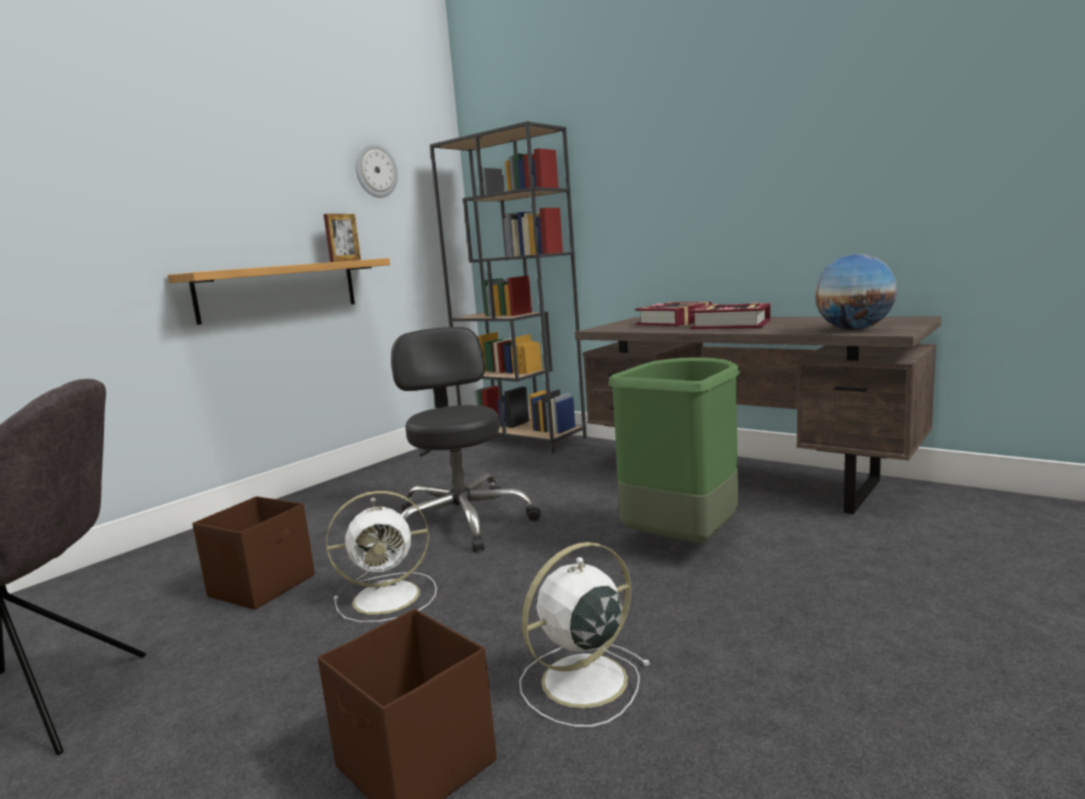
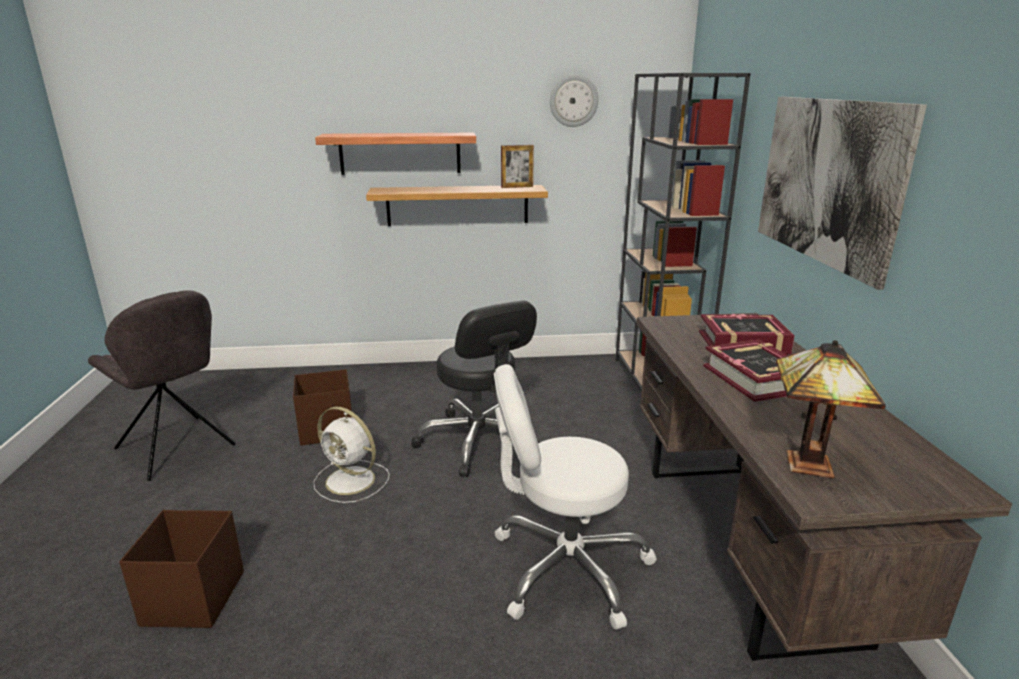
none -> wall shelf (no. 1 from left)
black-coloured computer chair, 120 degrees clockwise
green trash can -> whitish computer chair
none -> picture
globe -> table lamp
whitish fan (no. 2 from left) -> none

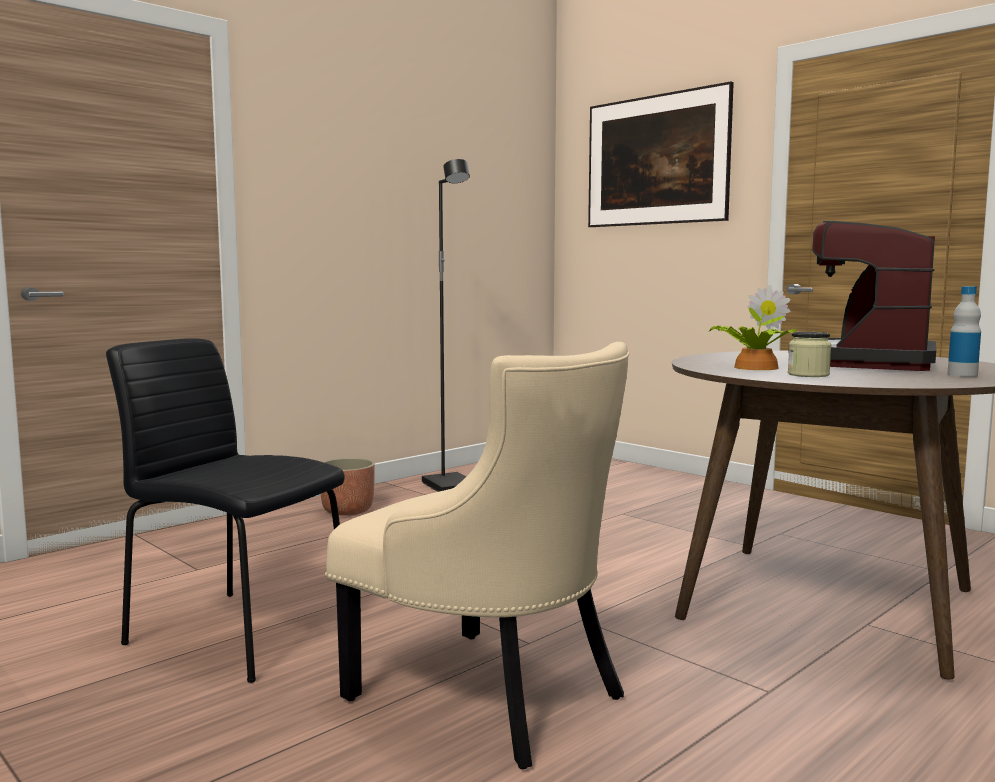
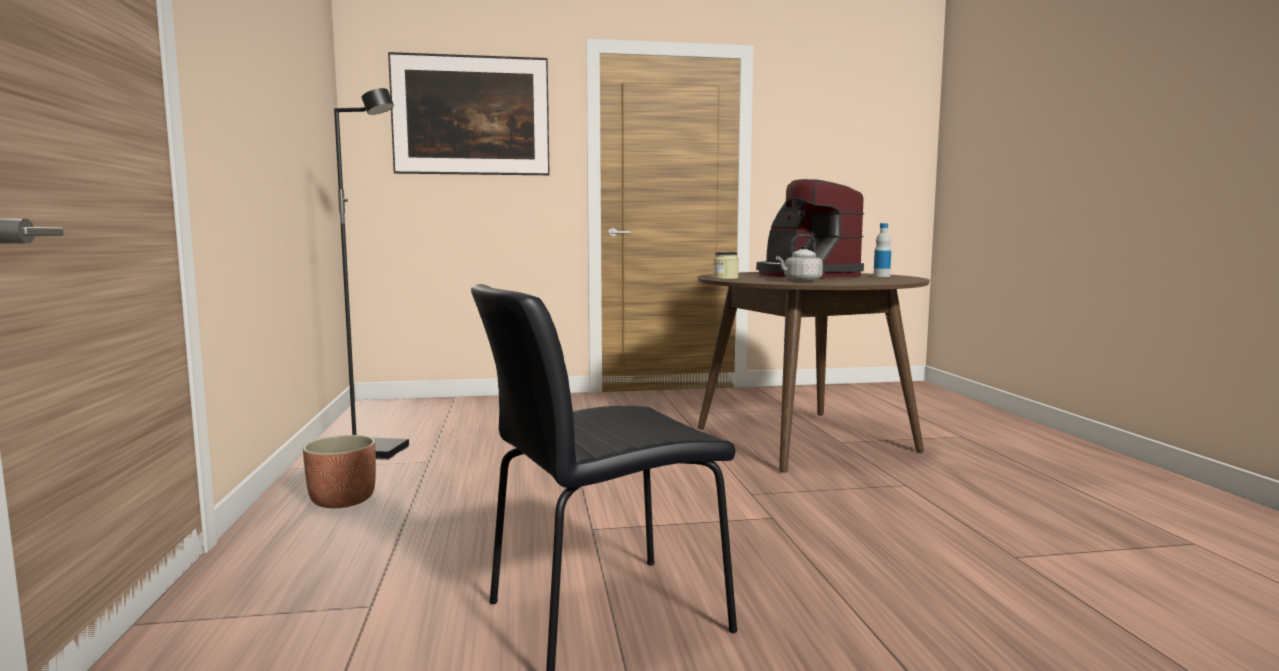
jar, relocated
potted plant -> gray tea kettle
beige chair -> none

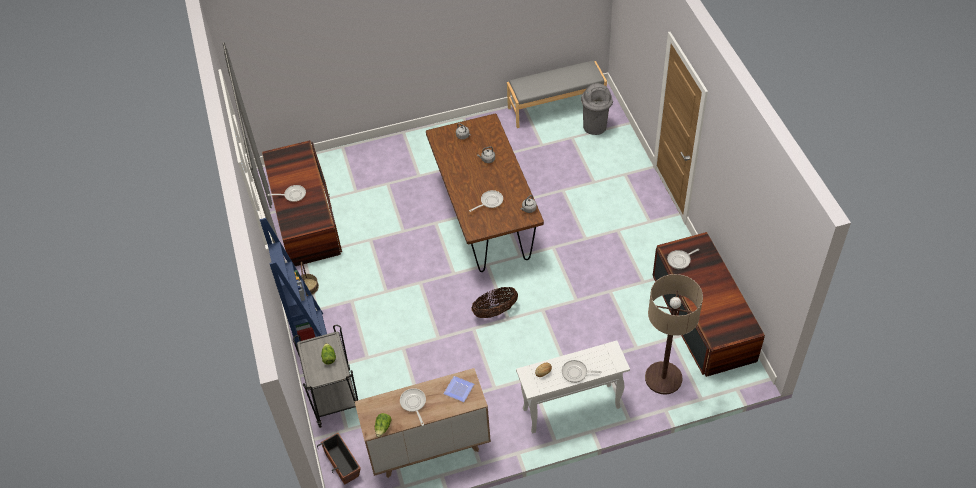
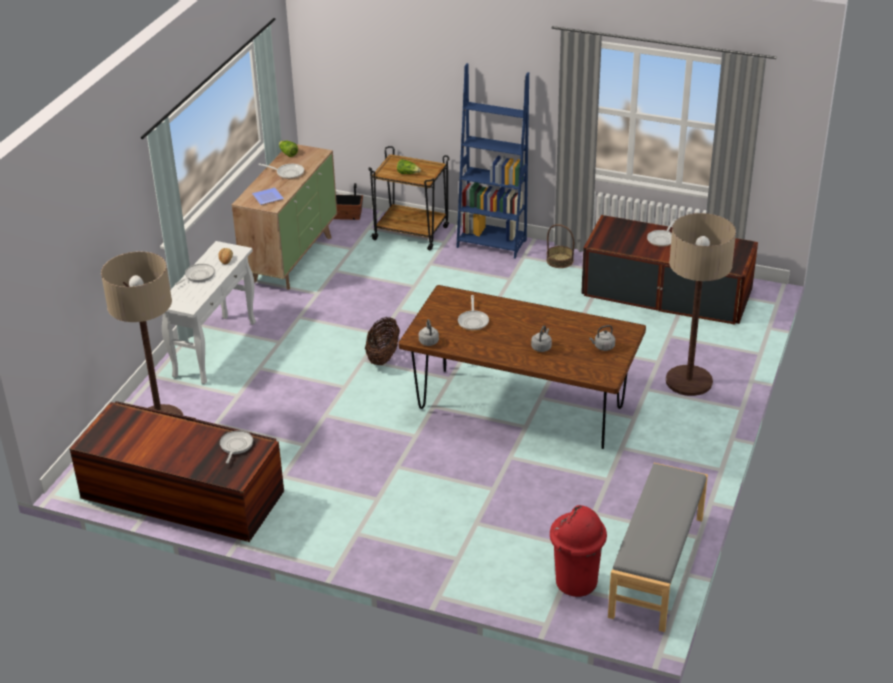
gray cart -> brownish cart
gray trash can -> reddish trash can
none -> standing lamp (no. 2 from left)

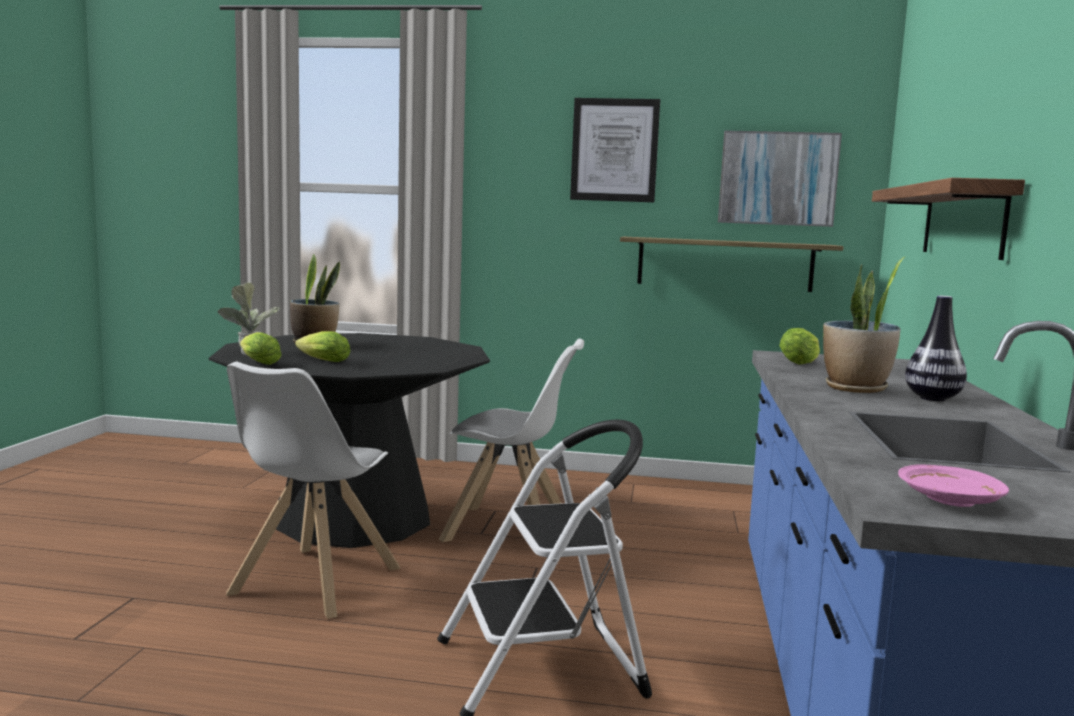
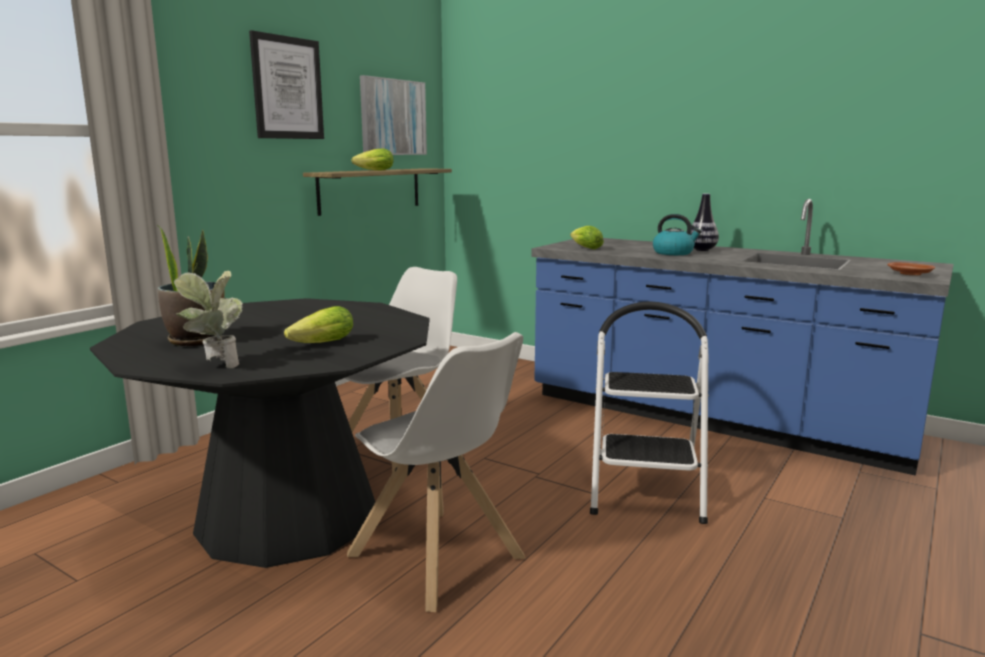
lettuce head (no. 1 from left in the first image) -> lettuce head (no. 2 from left), relocated
potted plant (no. 3 from left) -> tea kettle
pinkish plate -> brownish plate
wall shelf (no. 2 from left) -> none

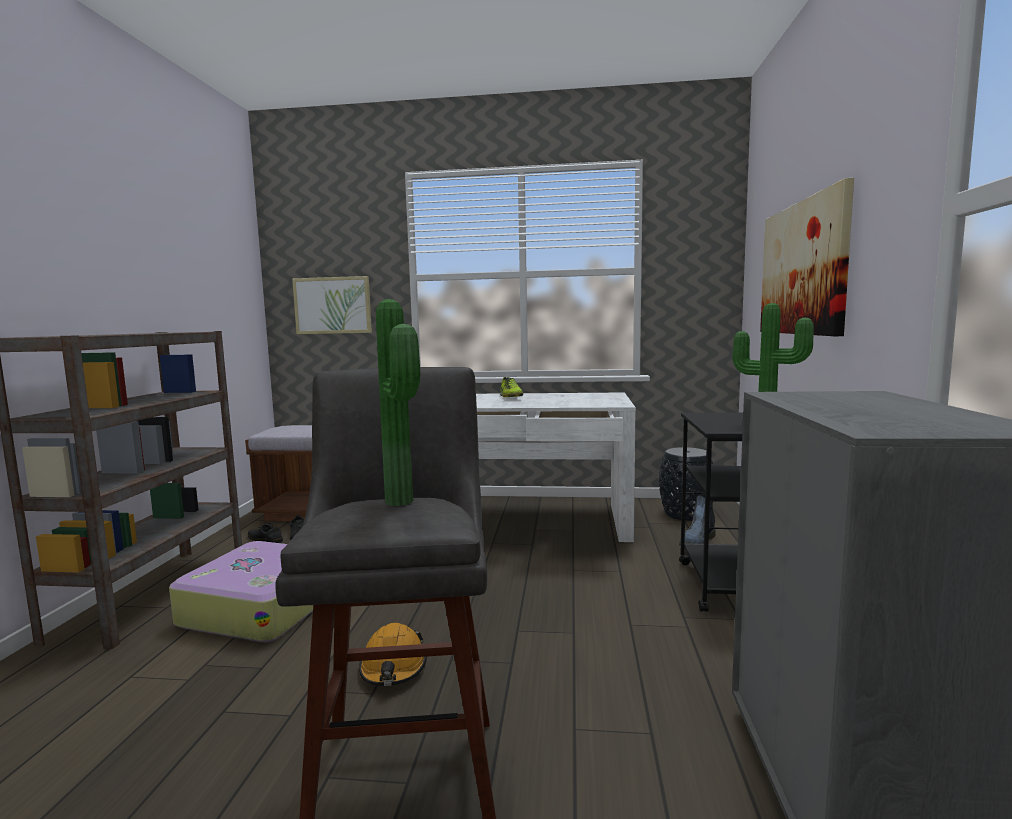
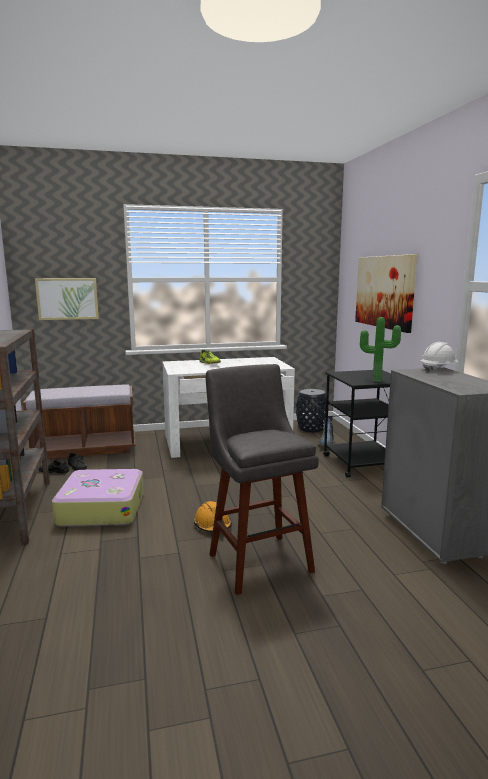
none -> whitish safety helmet
potted plant (no. 1 from left) -> none

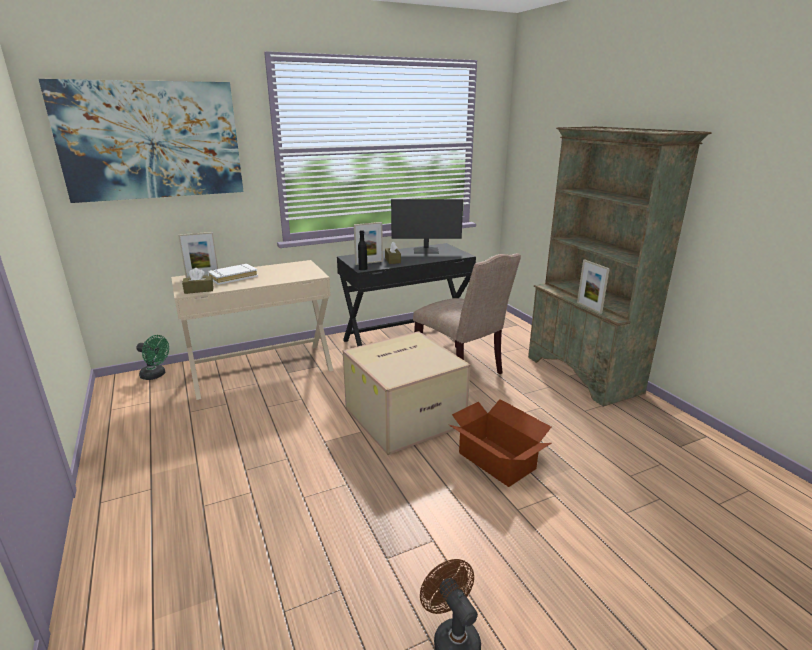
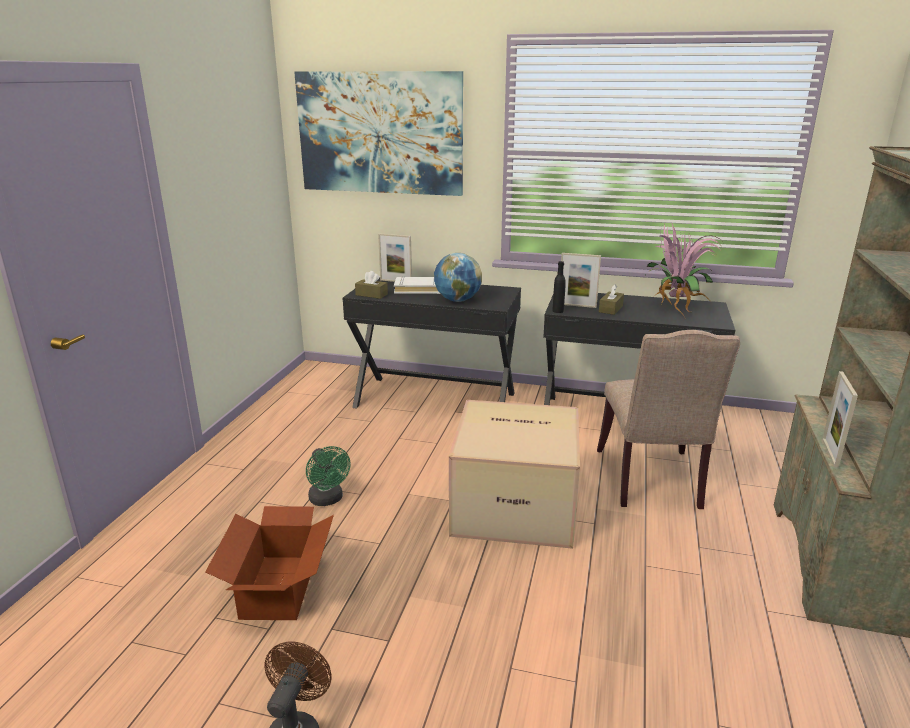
carton (no. 2 from left in the first image) -> carton (no. 1 from left), relocated
green fan, relocated
beige desk unit -> black-coloured desk unit (no. 1 from left)
none -> globe
monitor -> potted plant

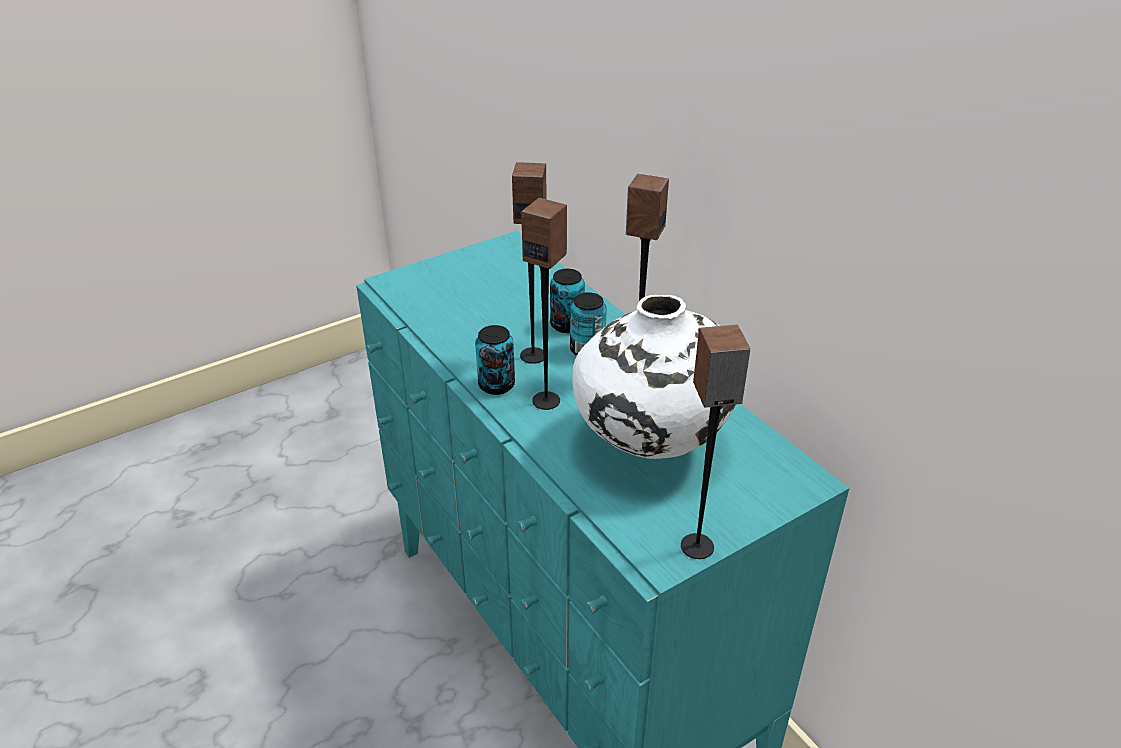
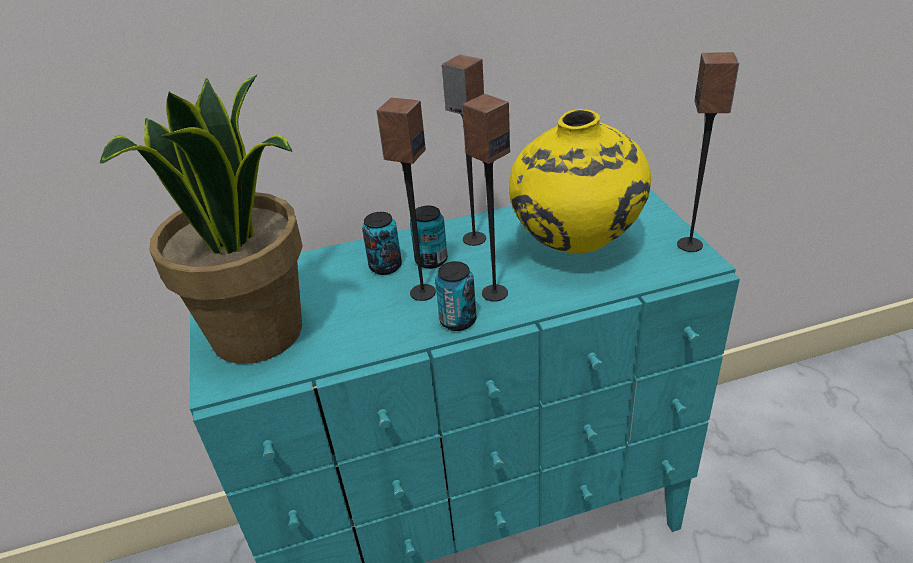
none -> potted plant
whitish flower vase -> yellow flower vase

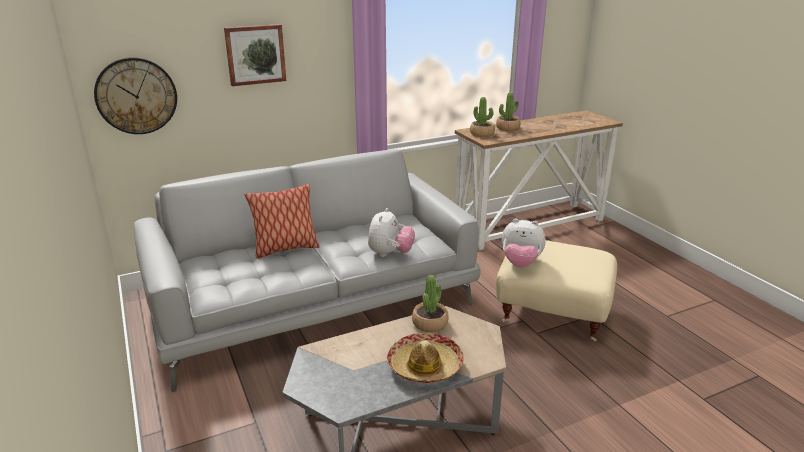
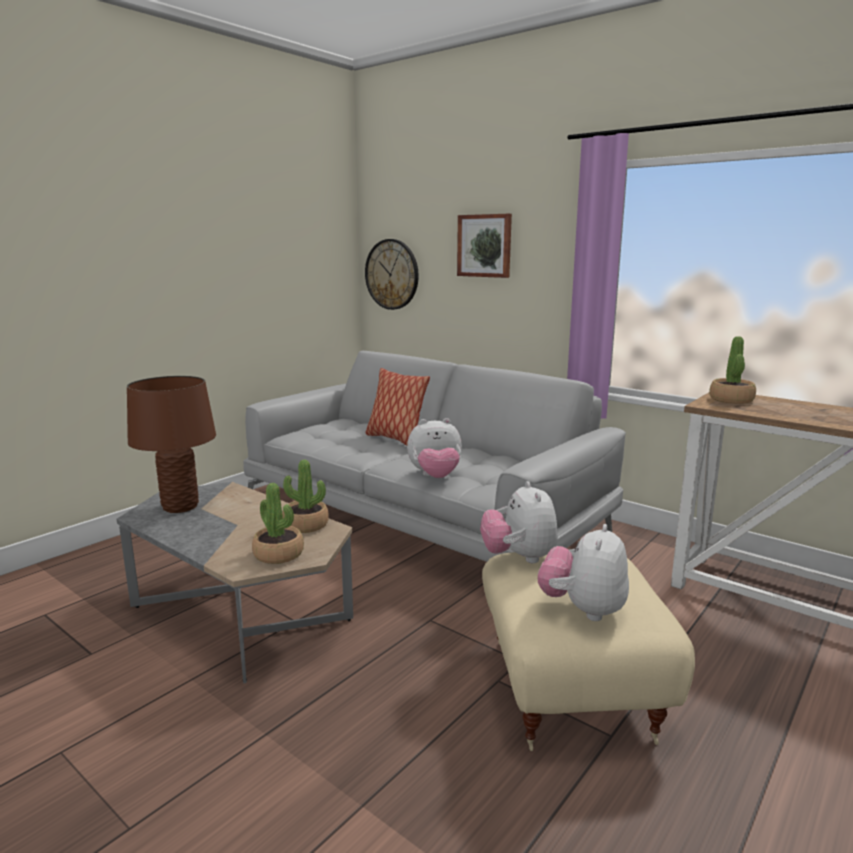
none -> brownish table lamp
potted plant (no. 3 from left in the first image) -> potted plant (no. 1 from left), relocated
none -> cuddly toy (no. 3 from left)
clothing hat -> none

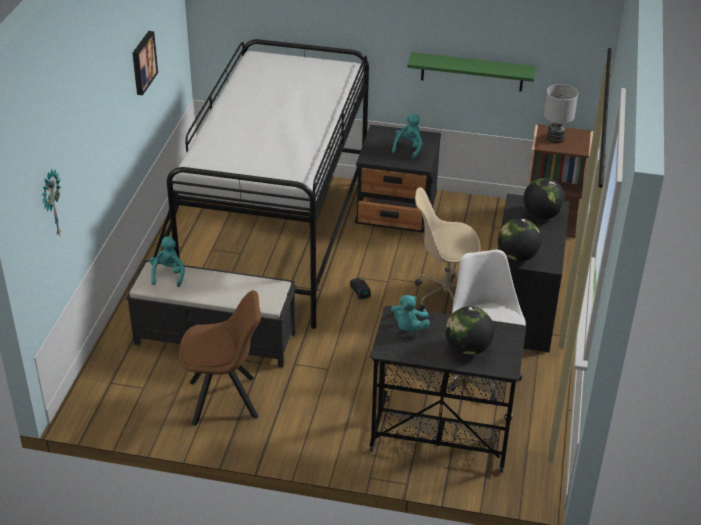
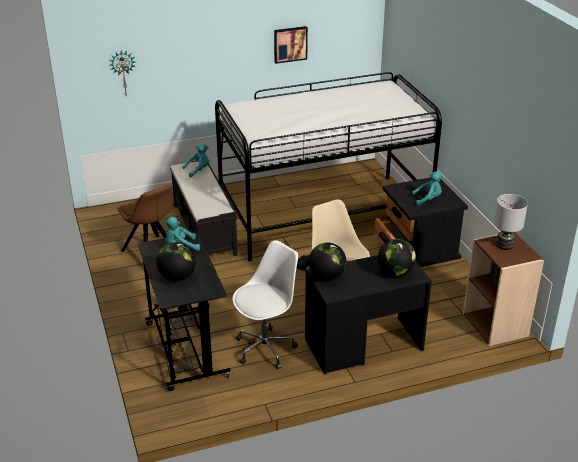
green wall shelf -> none

